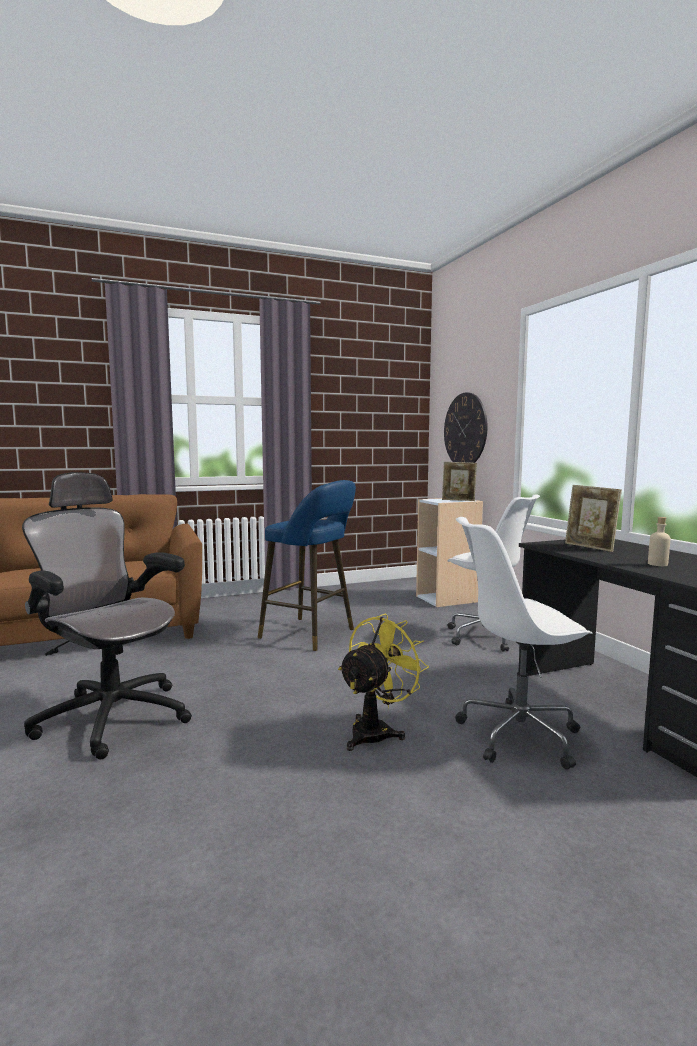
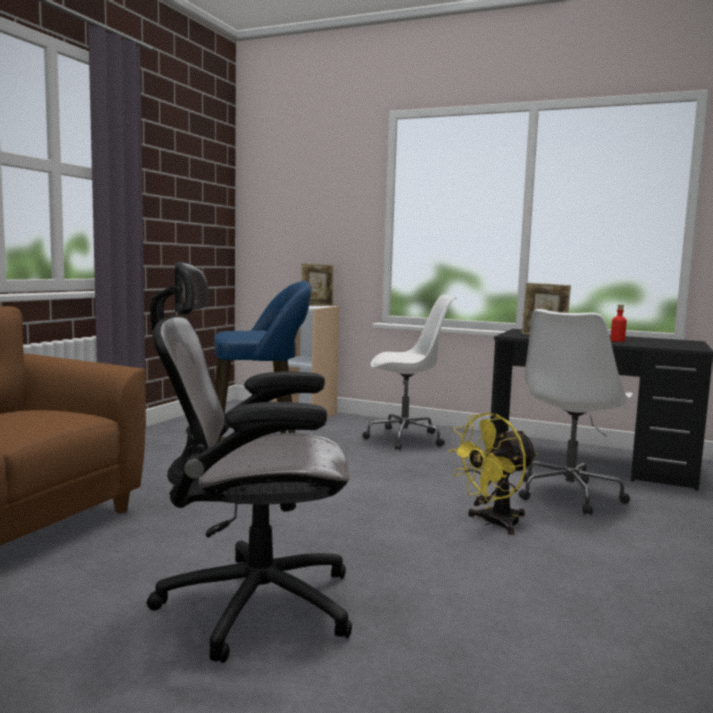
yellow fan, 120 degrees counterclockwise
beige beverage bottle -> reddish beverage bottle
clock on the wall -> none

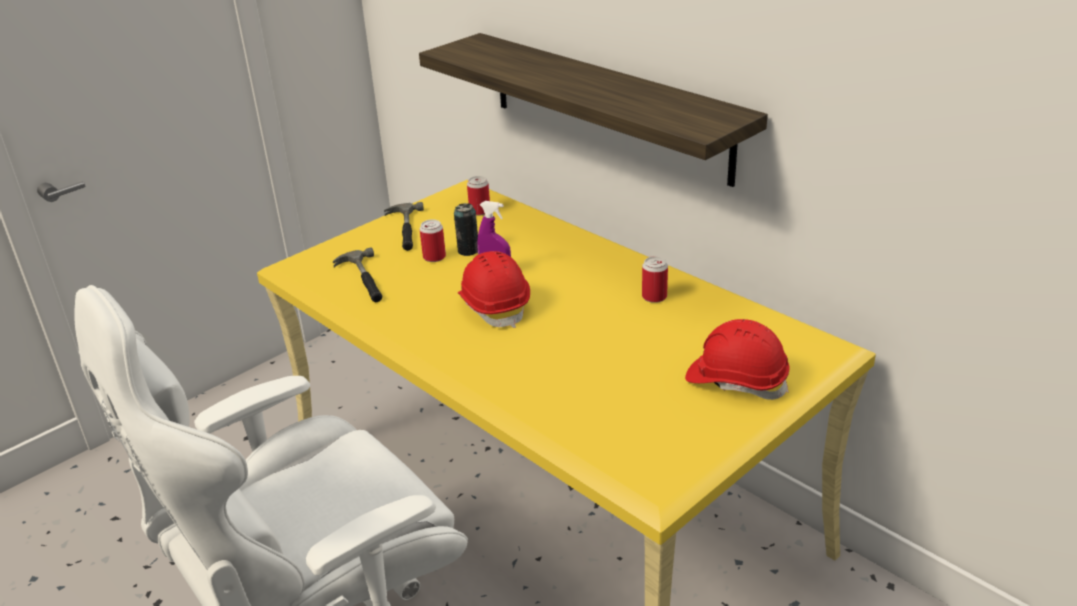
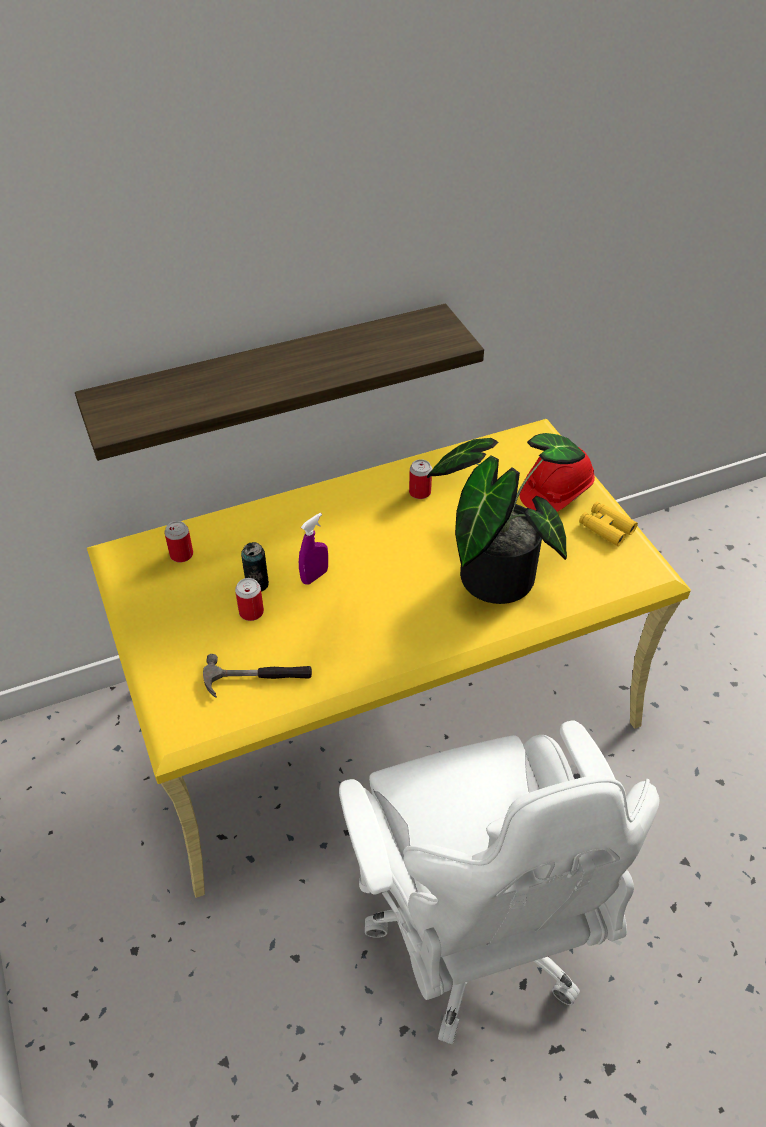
none -> potted plant
none -> yellow binoculars
tool hammer (no. 2 from left) -> none
reddish safety helmet (no. 1 from left) -> none

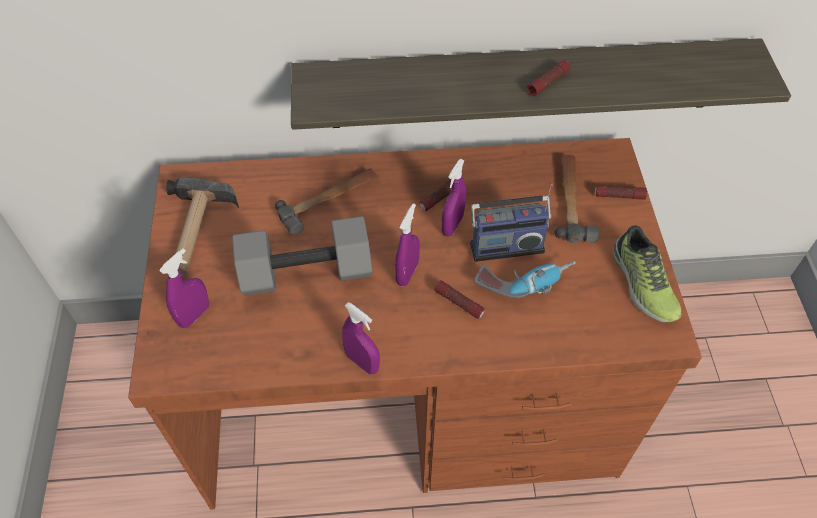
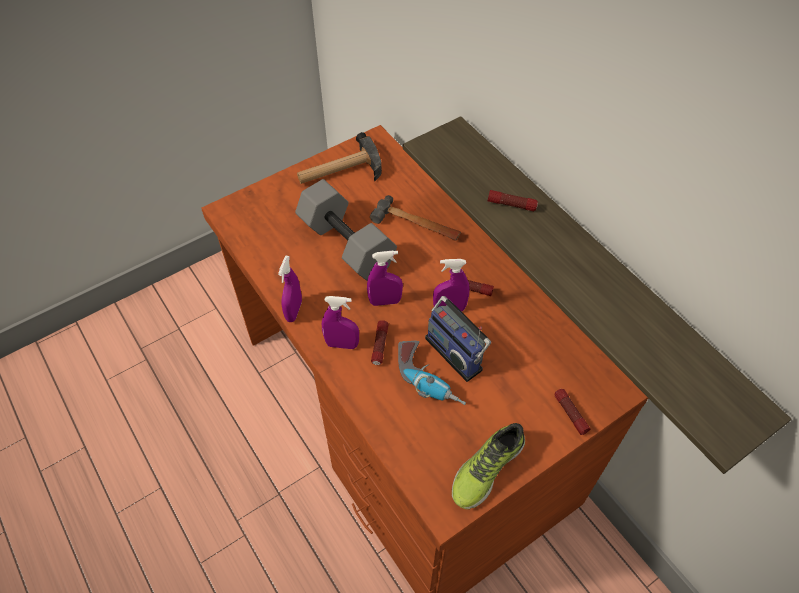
purple spray bottle (no. 1 from left in the first image) -> purple spray bottle (no. 2 from left), relocated
hand torch (no. 3 from left), relocated
tool hammer (no. 3 from left) -> none

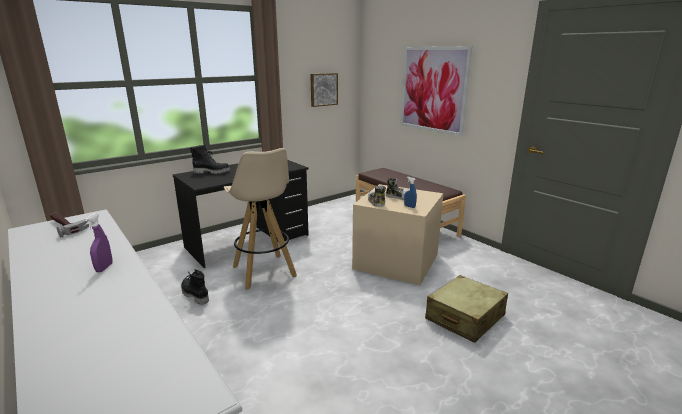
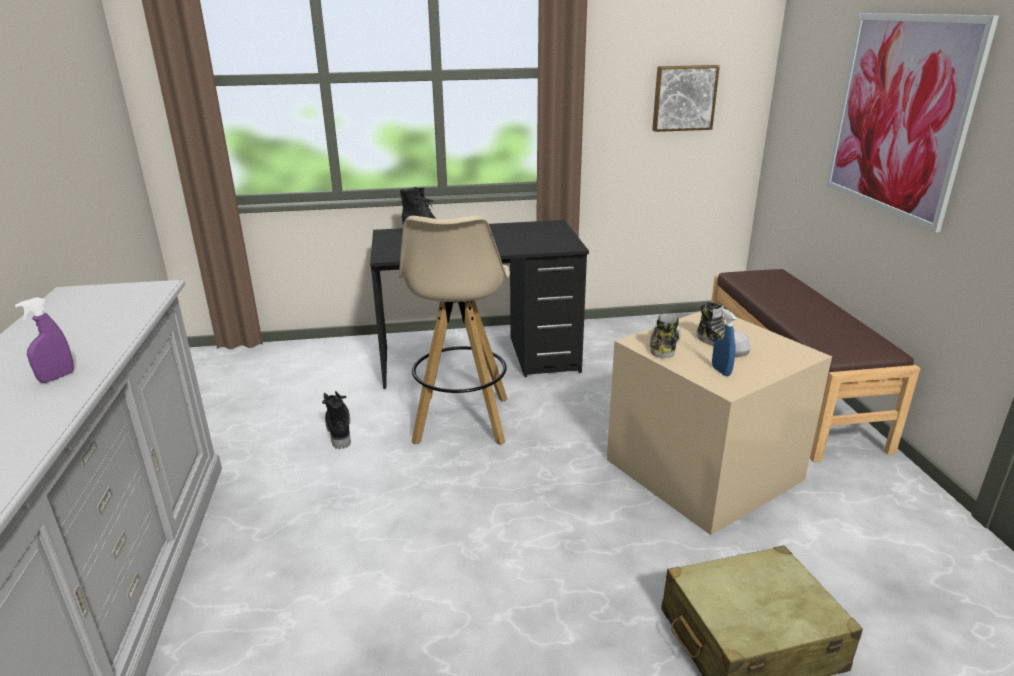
tool hammer -> none

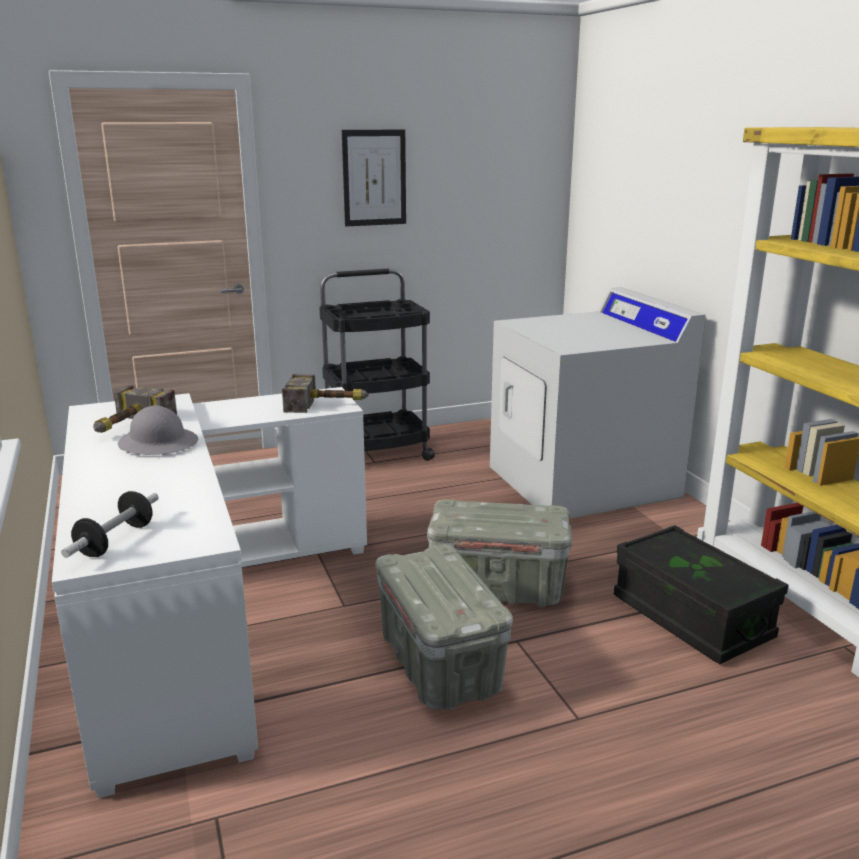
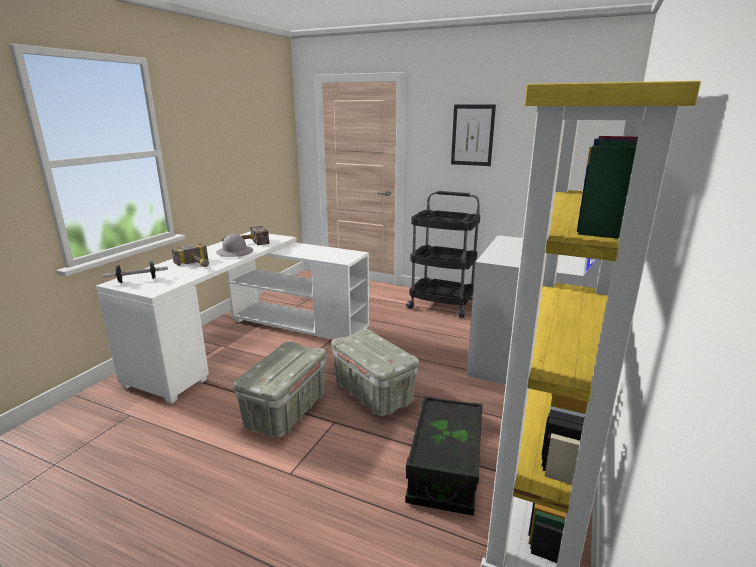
tool hammer (no. 2 from left in the first image) -> tool hammer (no. 1 from left), relocated

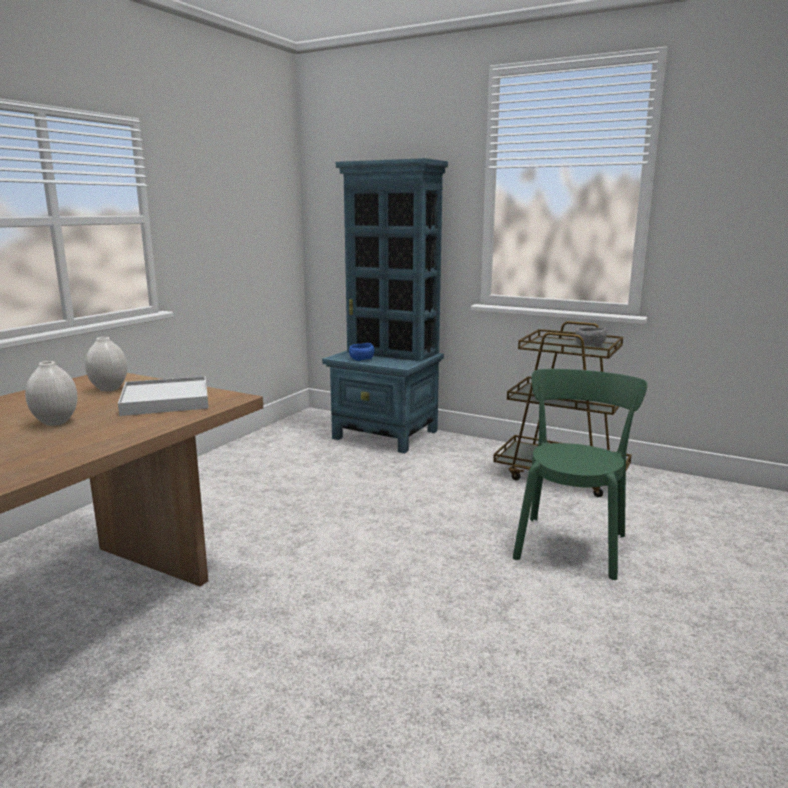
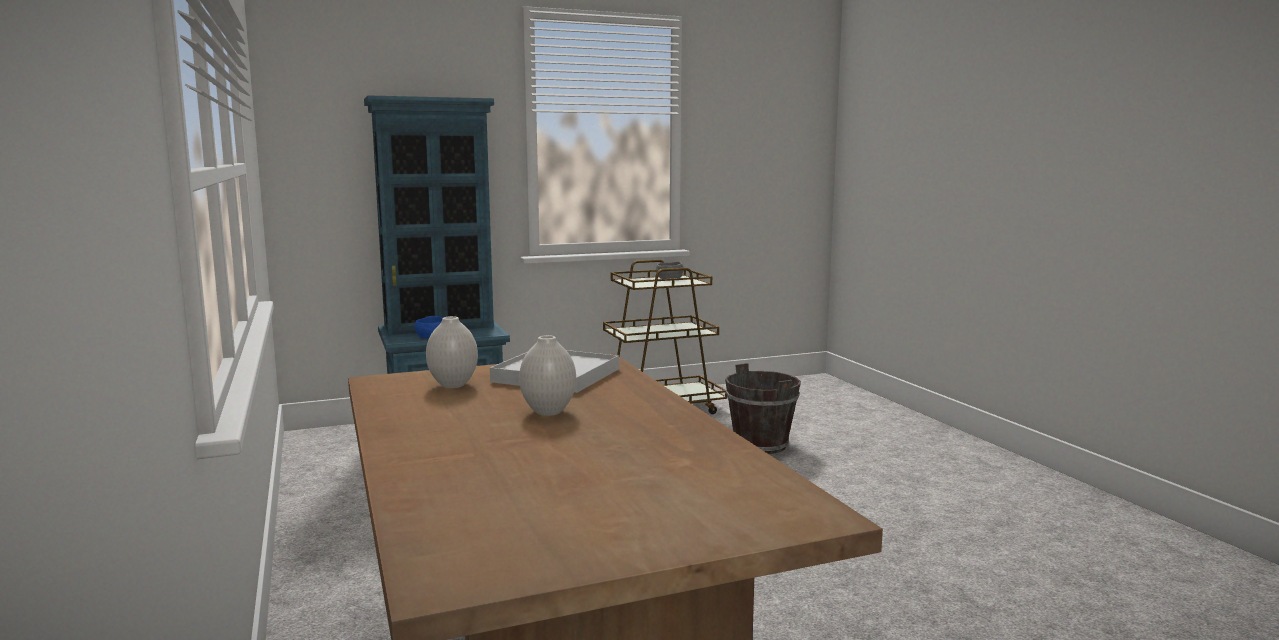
green chair -> brownish pail

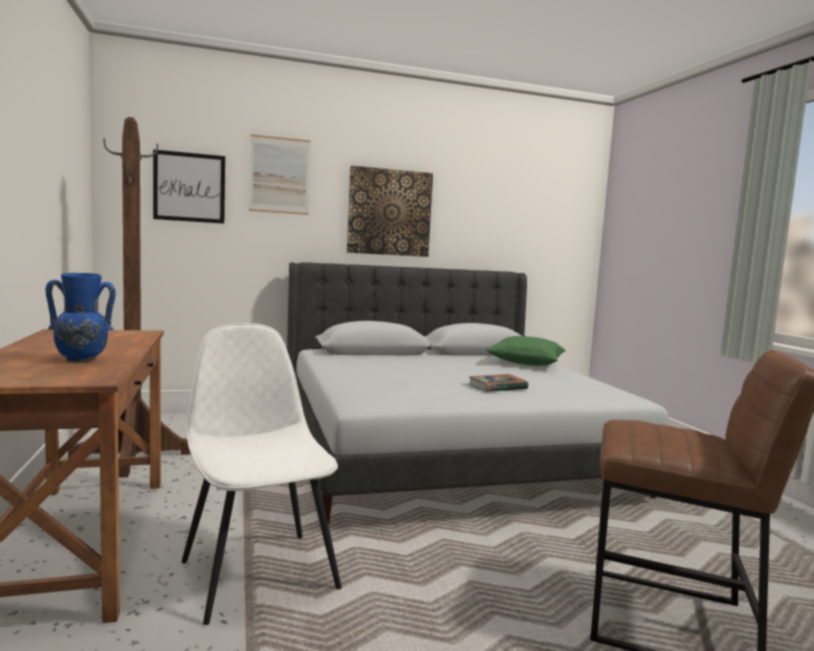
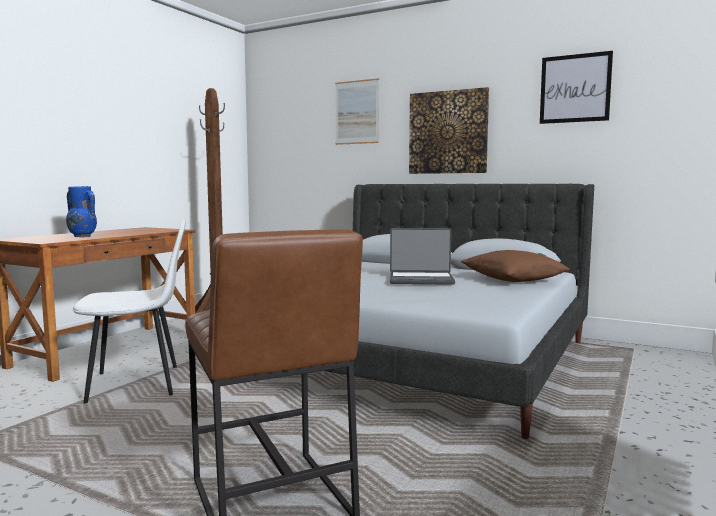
whitish chair, 60 degrees clockwise
none -> notebook computer
green pillow -> brownish pillow
picture (no. 1 from left in the first image) -> picture (no. 3 from left), relocated
book -> none

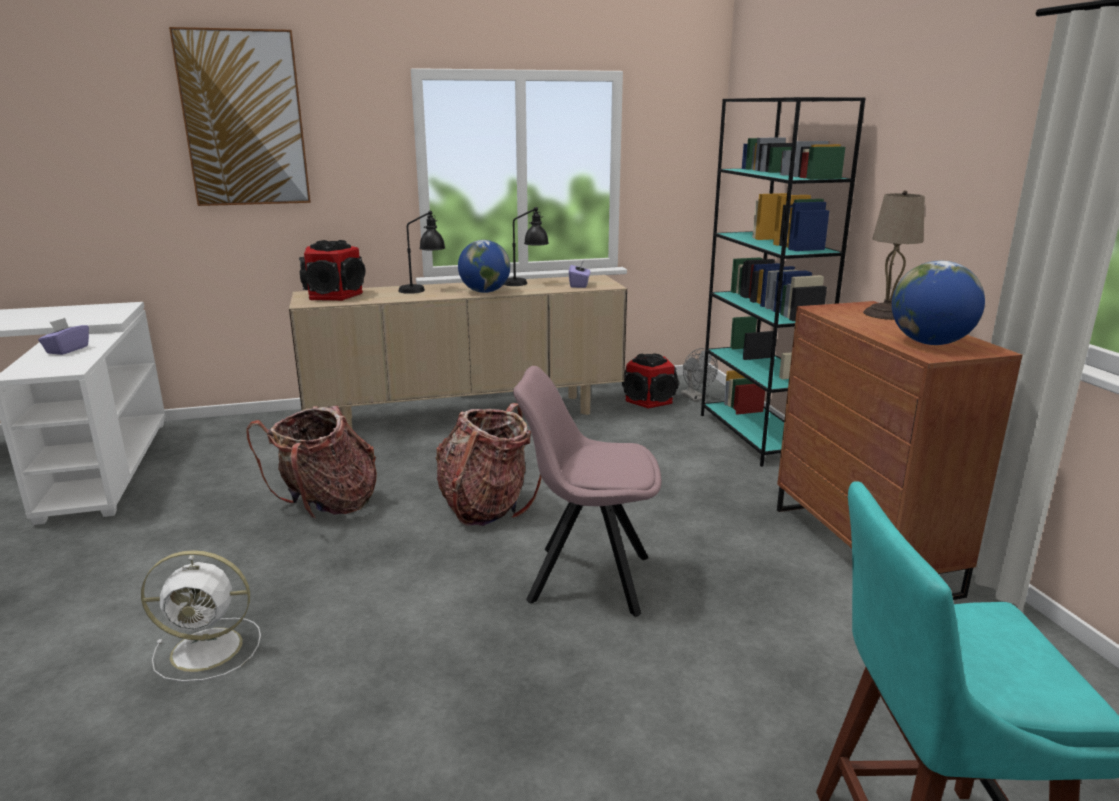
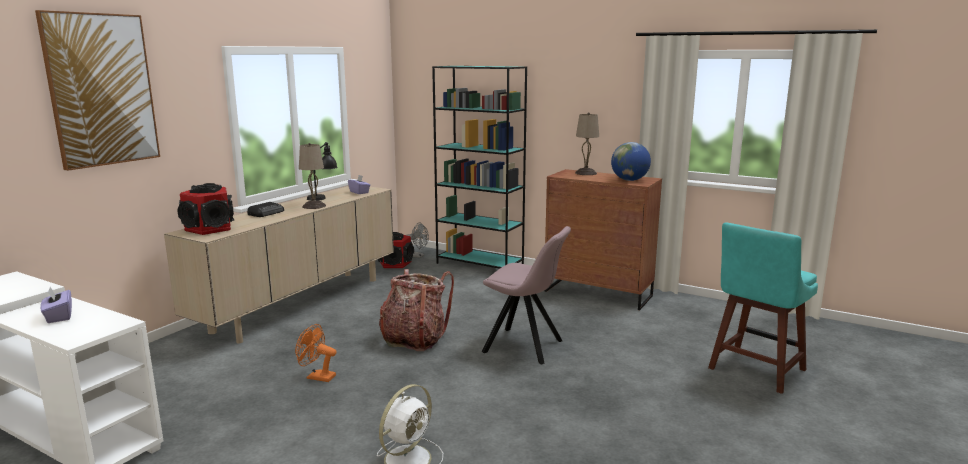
black-coloured table lamp (no. 1 from left) -> radio
rucksack (no. 1 from left) -> orangey fan
globe (no. 1 from left) -> beige table lamp (no. 1 from left)
pinkish chair, 120 degrees counterclockwise

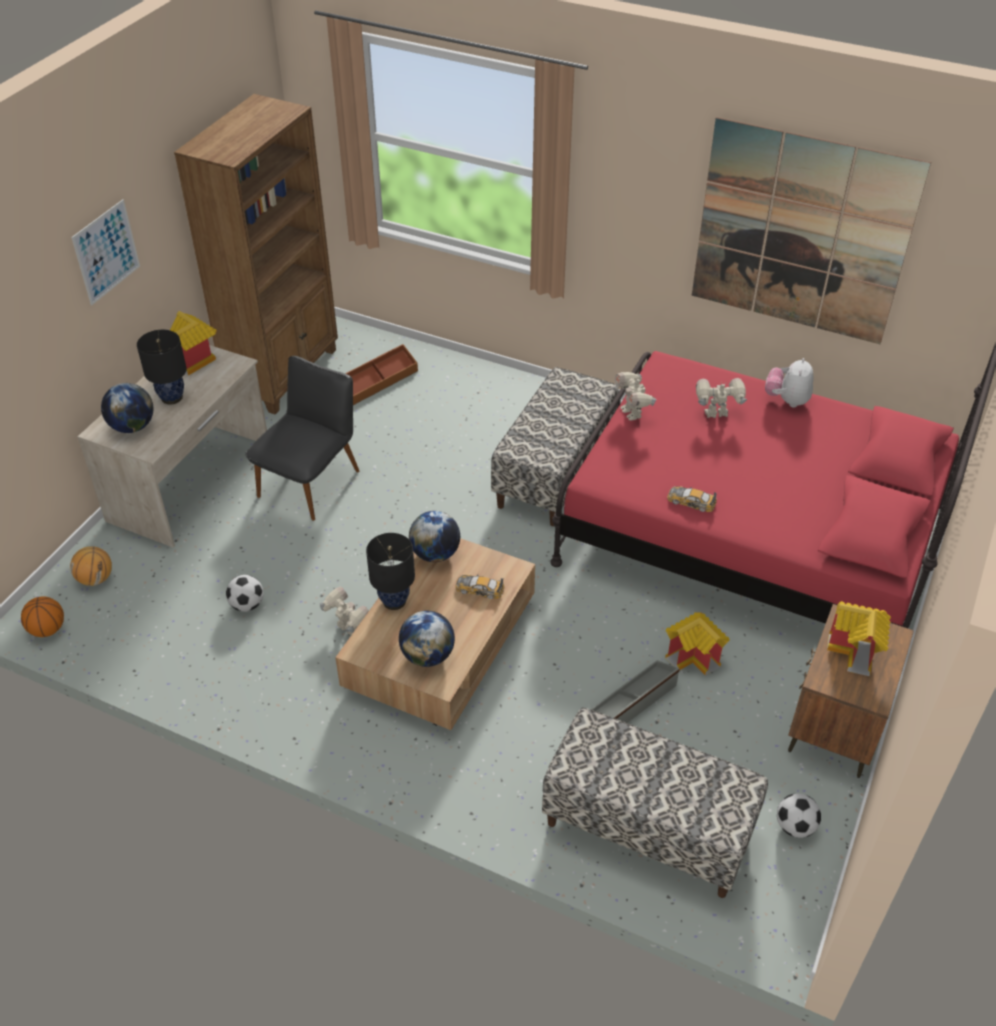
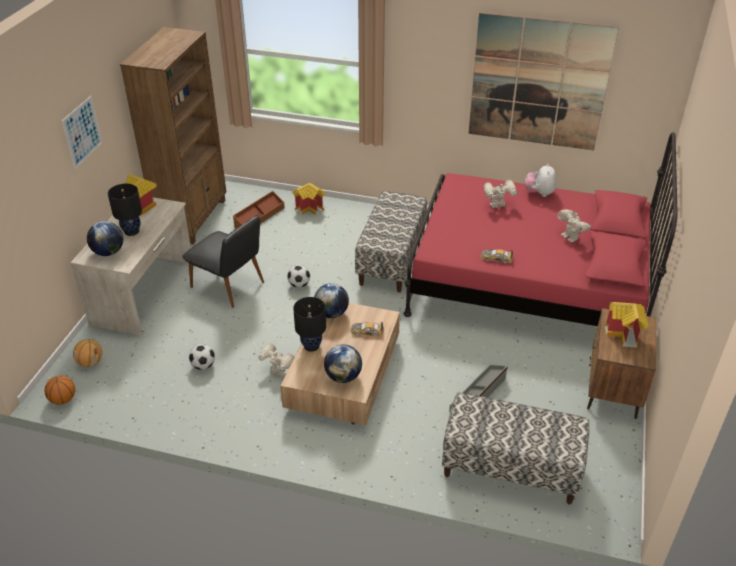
black-coloured chair, 105 degrees clockwise
football ball (no. 2 from left), relocated
miniature house (no. 2 from left), relocated
toy robot (no. 2 from left in the first image) -> toy robot (no. 3 from left), relocated

